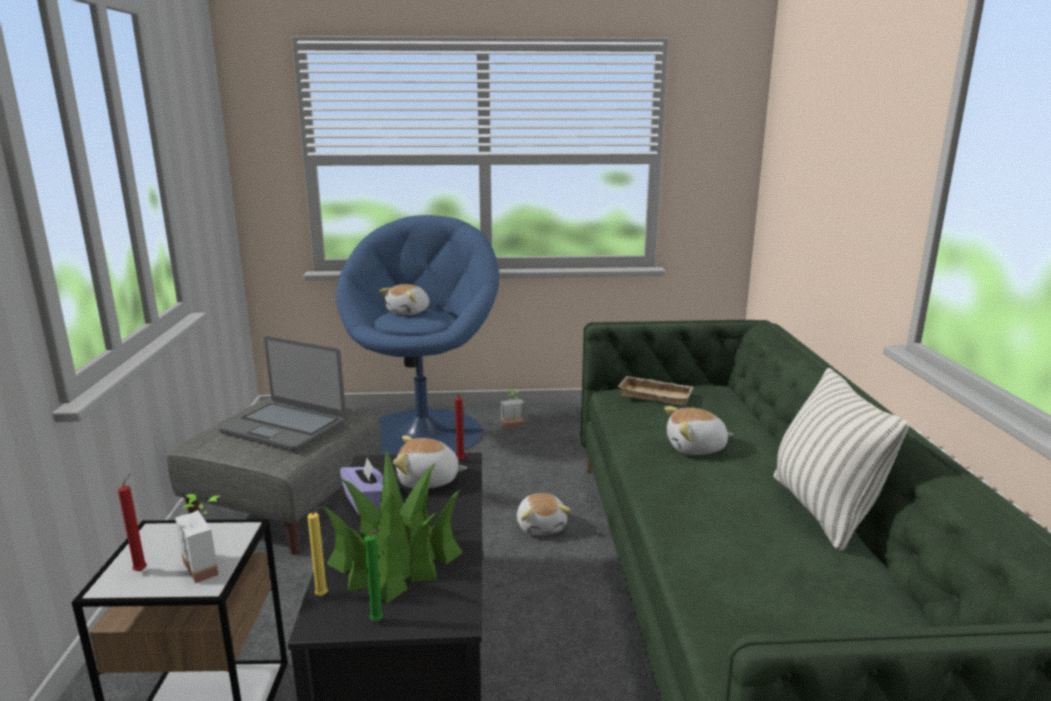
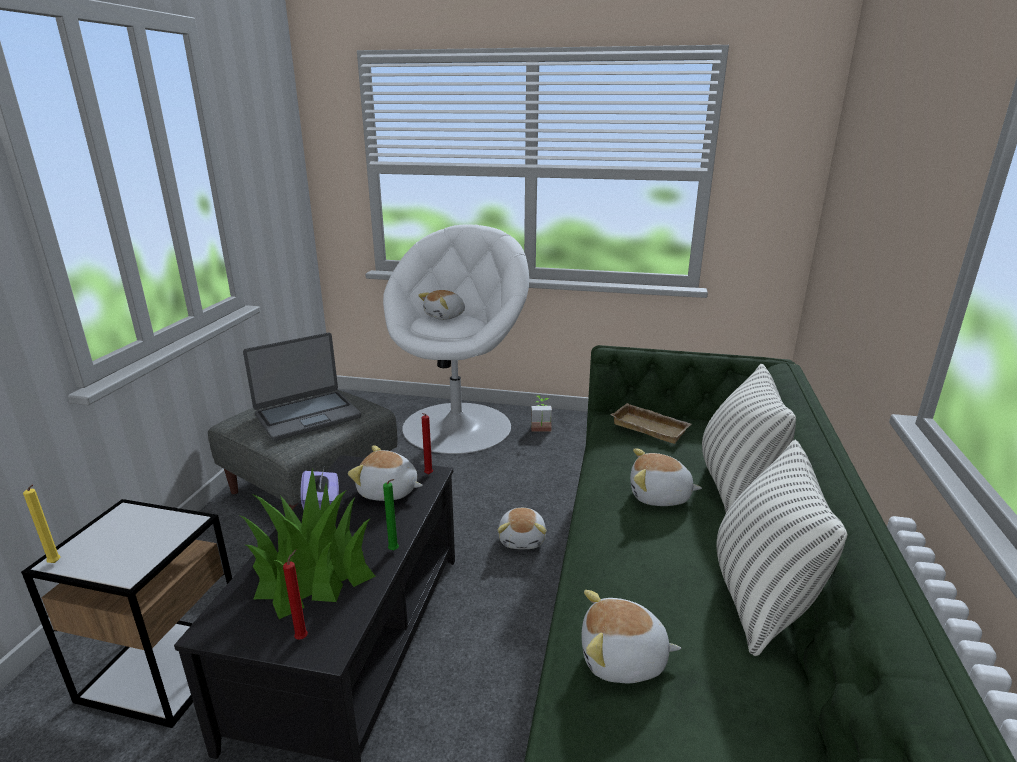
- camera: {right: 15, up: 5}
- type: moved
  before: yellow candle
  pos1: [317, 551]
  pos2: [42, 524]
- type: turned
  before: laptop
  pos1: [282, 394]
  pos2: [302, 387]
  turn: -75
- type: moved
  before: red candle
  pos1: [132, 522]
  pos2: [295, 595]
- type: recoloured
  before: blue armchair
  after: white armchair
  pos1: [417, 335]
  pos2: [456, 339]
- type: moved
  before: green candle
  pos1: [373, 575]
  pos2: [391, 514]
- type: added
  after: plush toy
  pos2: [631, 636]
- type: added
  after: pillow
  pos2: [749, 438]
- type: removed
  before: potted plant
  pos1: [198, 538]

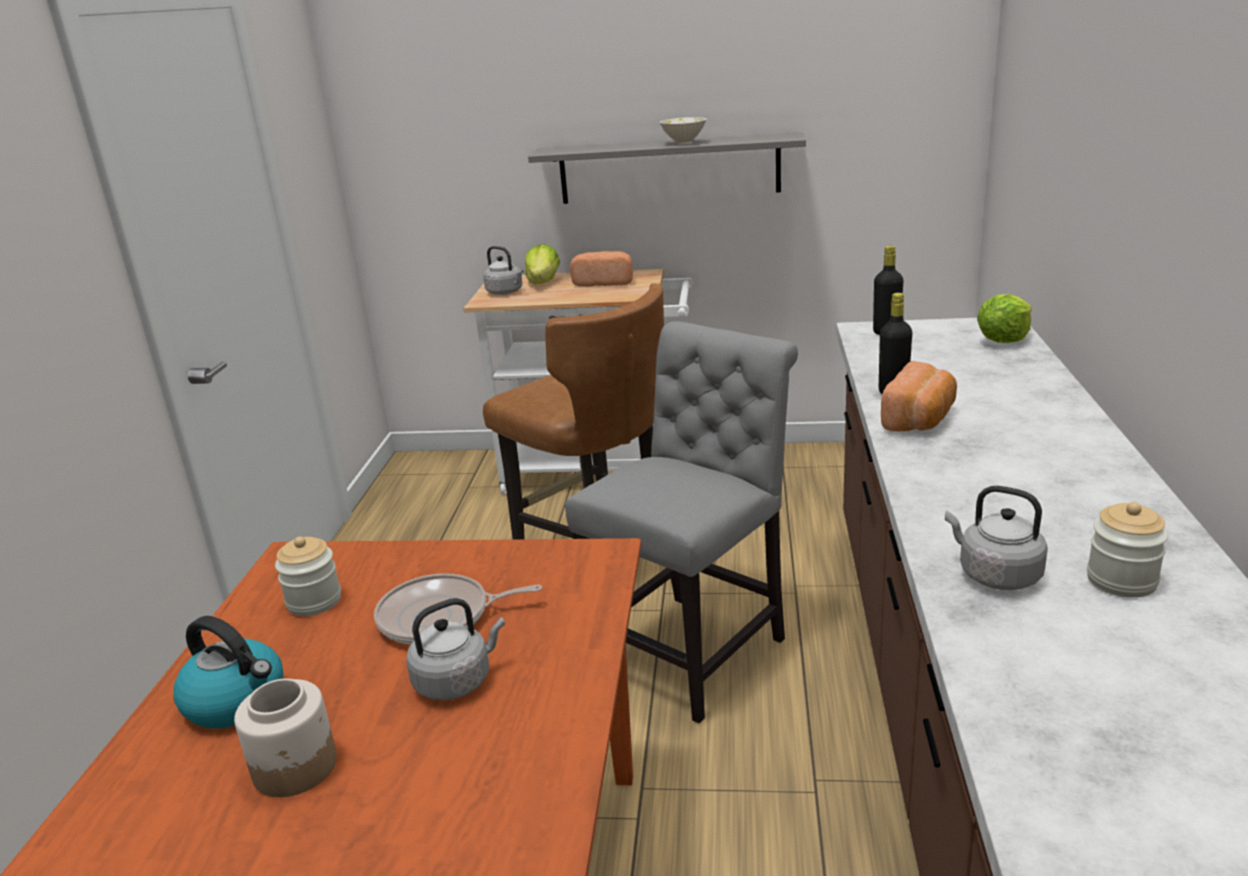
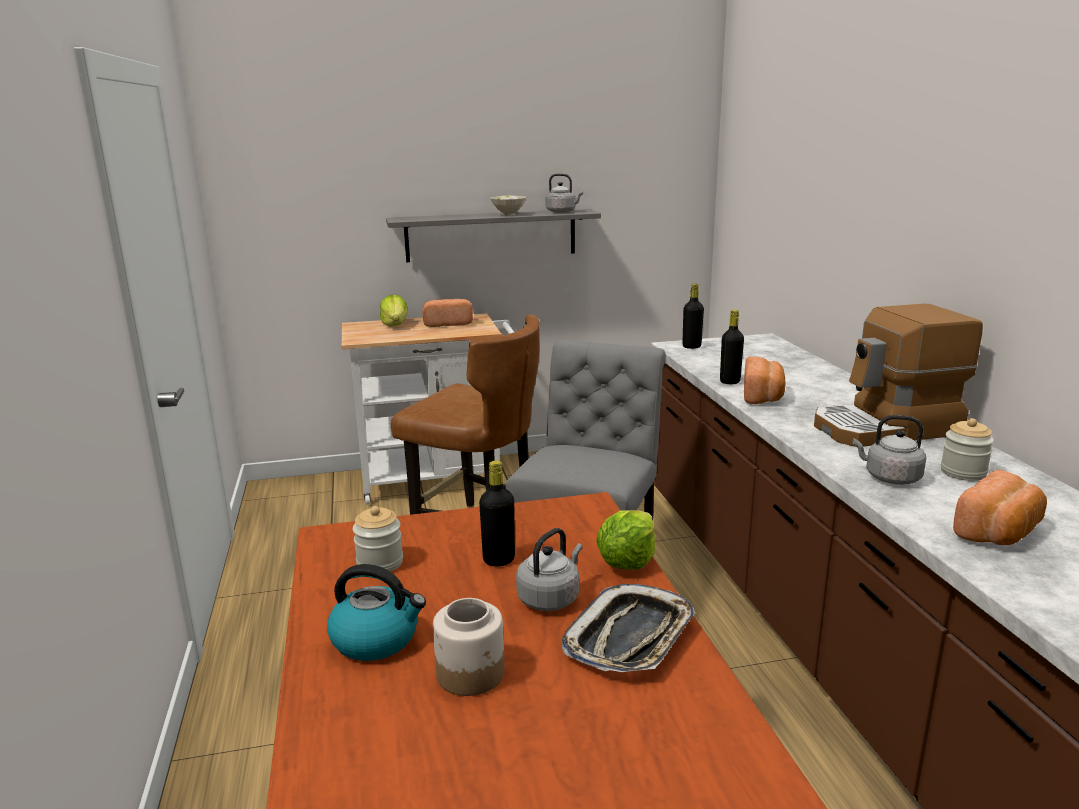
- camera: {right: -20, up: -5}
- type: replaced
  before: frying pan
  after: black bottle
  pos1: [458, 608]
  pos2: [497, 513]
- type: moved
  before: grey kettle
  pos1: [503, 270]
  pos2: [564, 193]
- type: added
  after: tray
  pos2: [628, 628]
- type: moved
  before: lettuce
  pos1: [1004, 318]
  pos2: [626, 540]
- type: added
  after: coffee machine
  pos2: [898, 375]
- type: added
  after: bread
  pos2: [1000, 507]

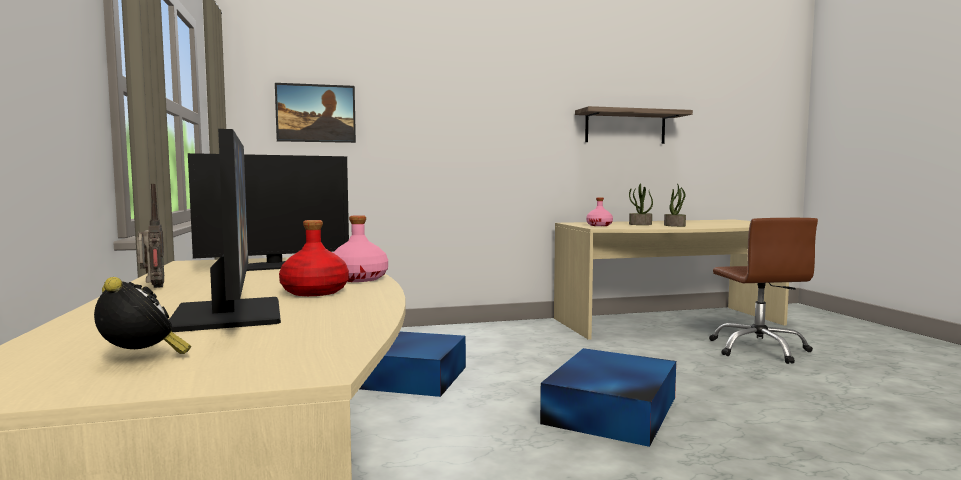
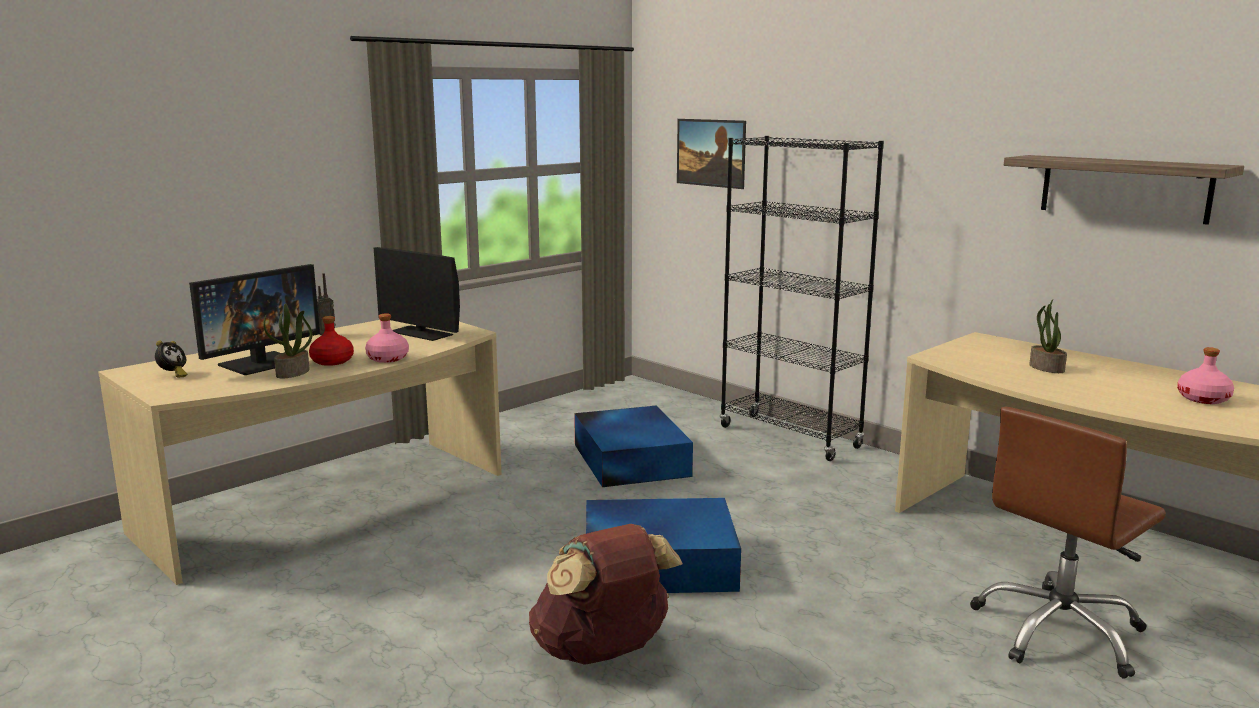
- camera: {right: 60, up: 10}
- type: moved
  before: potted plant
  pos1: [675, 205]
  pos2: [287, 341]
- type: added
  after: brown backpack
  pos2: [606, 594]
- type: added
  after: black bookcase
  pos2: [802, 298]
- type: moved
  before: pink bottle
  pos1: [599, 211]
  pos2: [1205, 375]

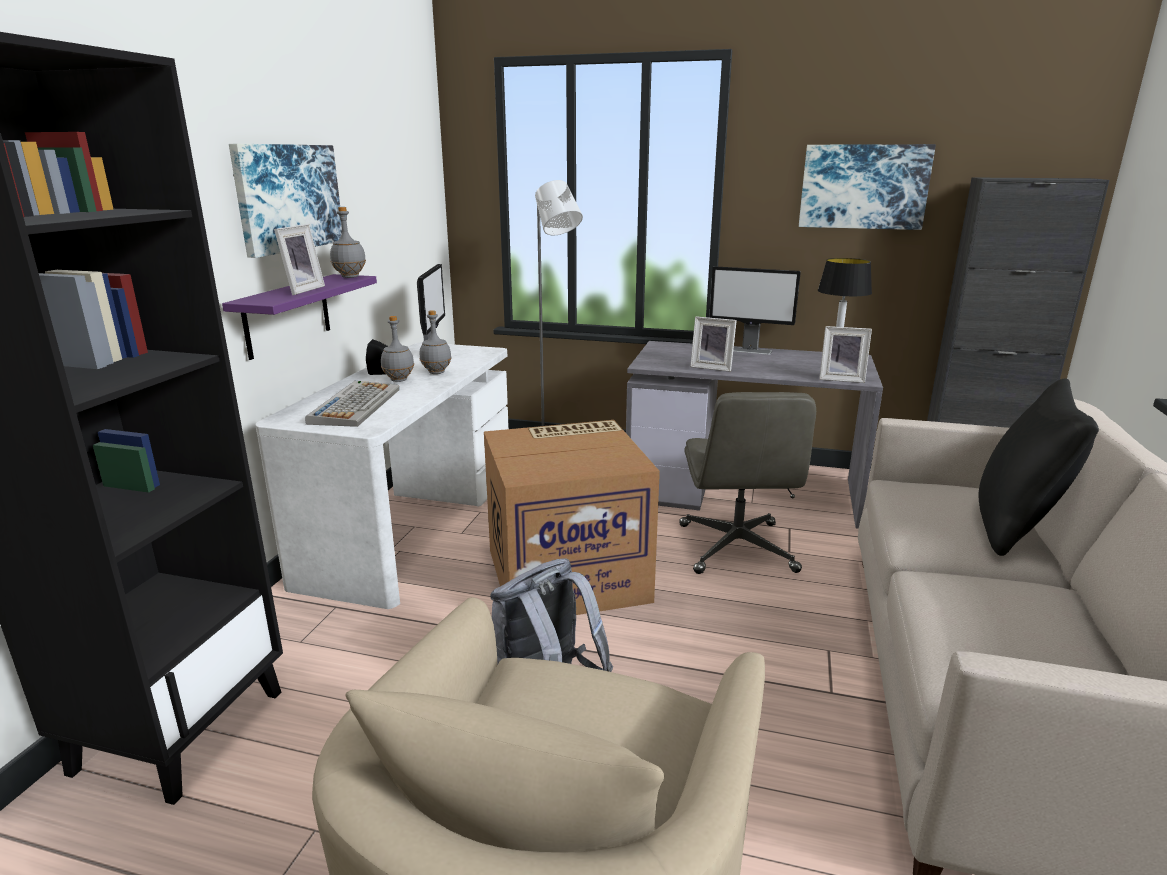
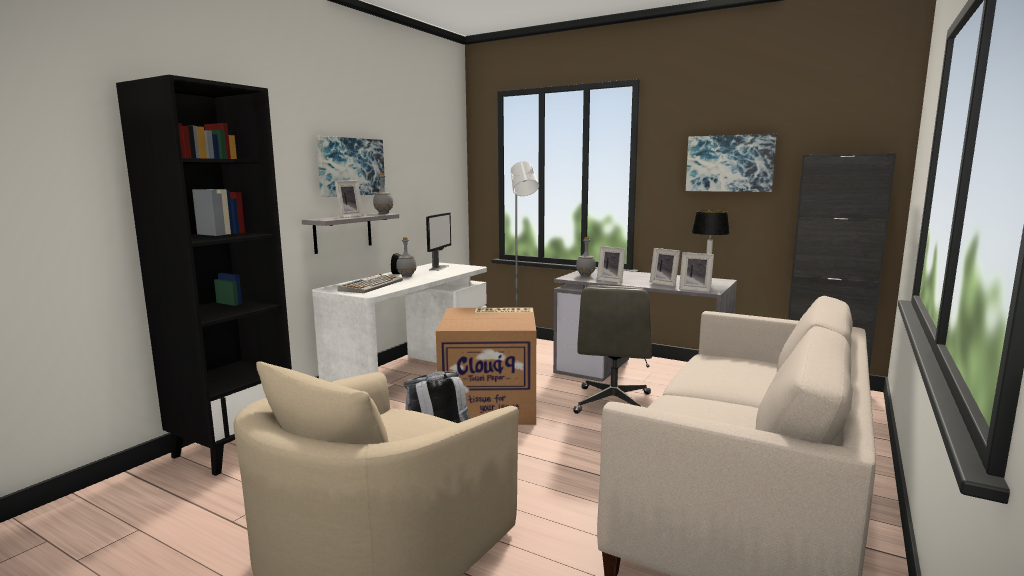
- camera: {right: 15, up: -10}
- type: recoloured
  before: purple shelf
  after: grey shelf
  pos1: [299, 317]
  pos2: [350, 233]
- type: moved
  before: grey bottle
  pos1: [435, 342]
  pos2: [586, 257]
- type: added
  after: picture frame
  pos2: [665, 267]
- type: removed
  before: monitor
  pos1: [755, 310]
- type: removed
  before: black pillow
  pos1: [1039, 467]

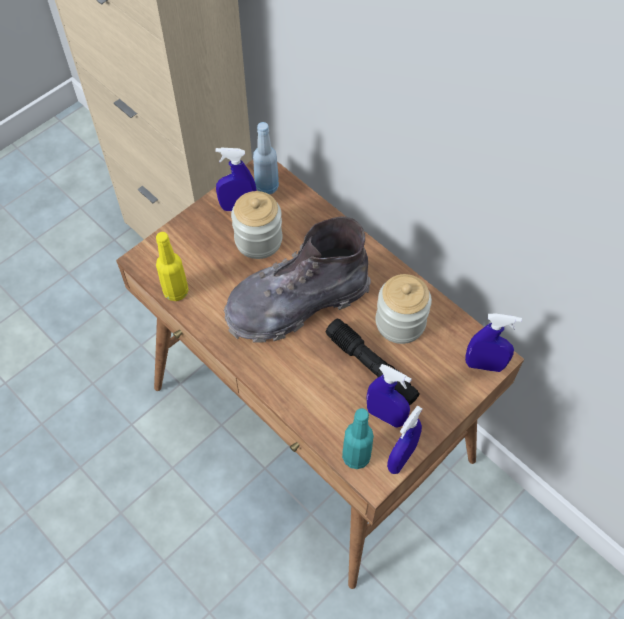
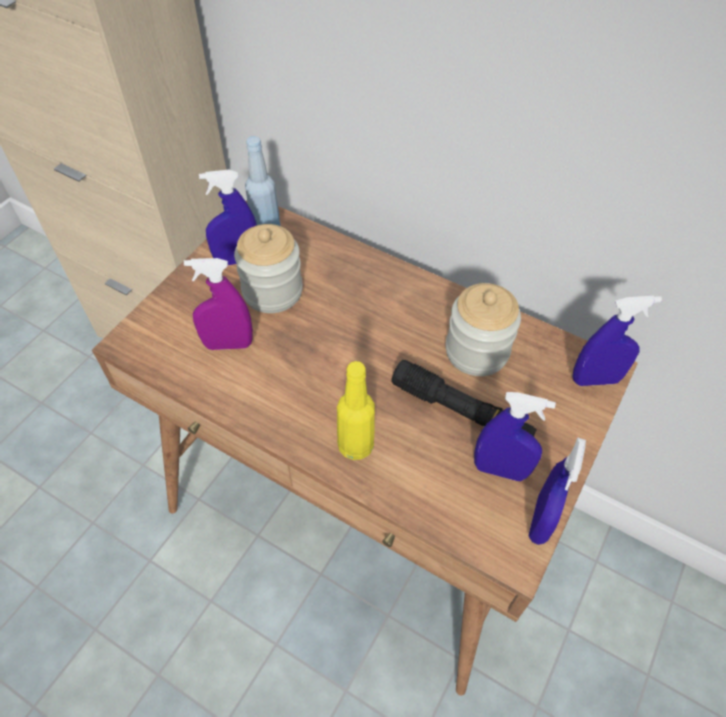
- camera: {right: -15, up: -5}
- type: added
  after: purple spray bottle
  pos2: [218, 304]
- type: moved
  before: yellow bottle
  pos1: [172, 266]
  pos2: [356, 410]
- type: removed
  before: grey boot
  pos1: [297, 279]
- type: removed
  before: turquoise bottle
  pos1: [358, 438]

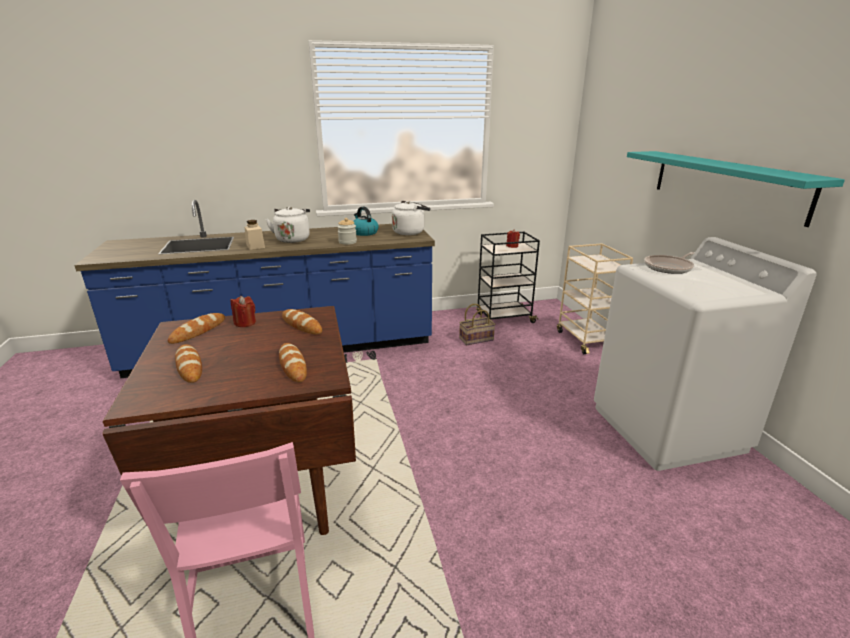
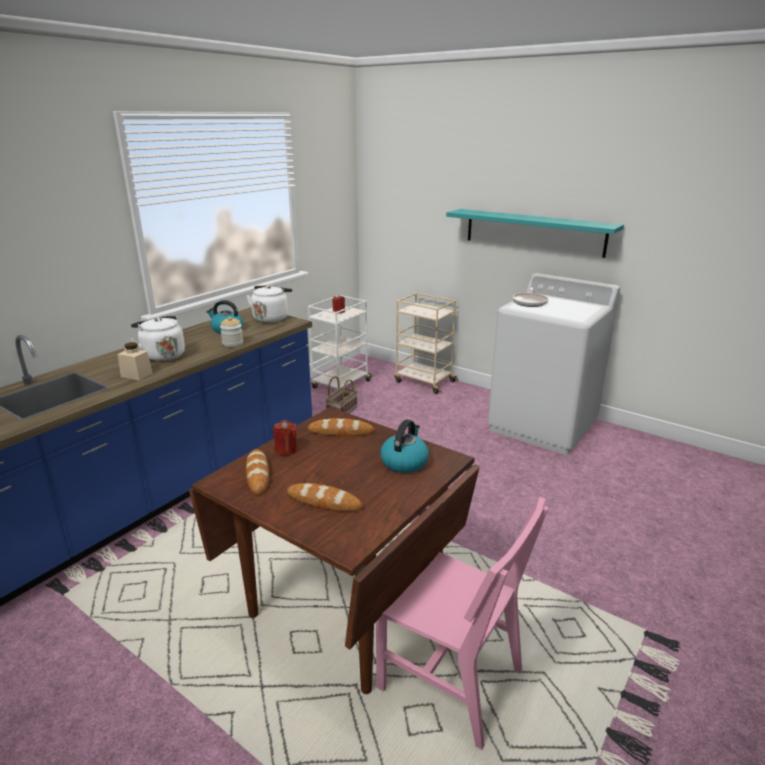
- camera: {right: -40, up: 0}
- type: recoloured
  before: black cart
  after: white cart
  pos1: [508, 277]
  pos2: [340, 342]
- type: replaced
  before: bread
  after: kettle
  pos1: [293, 362]
  pos2: [404, 446]

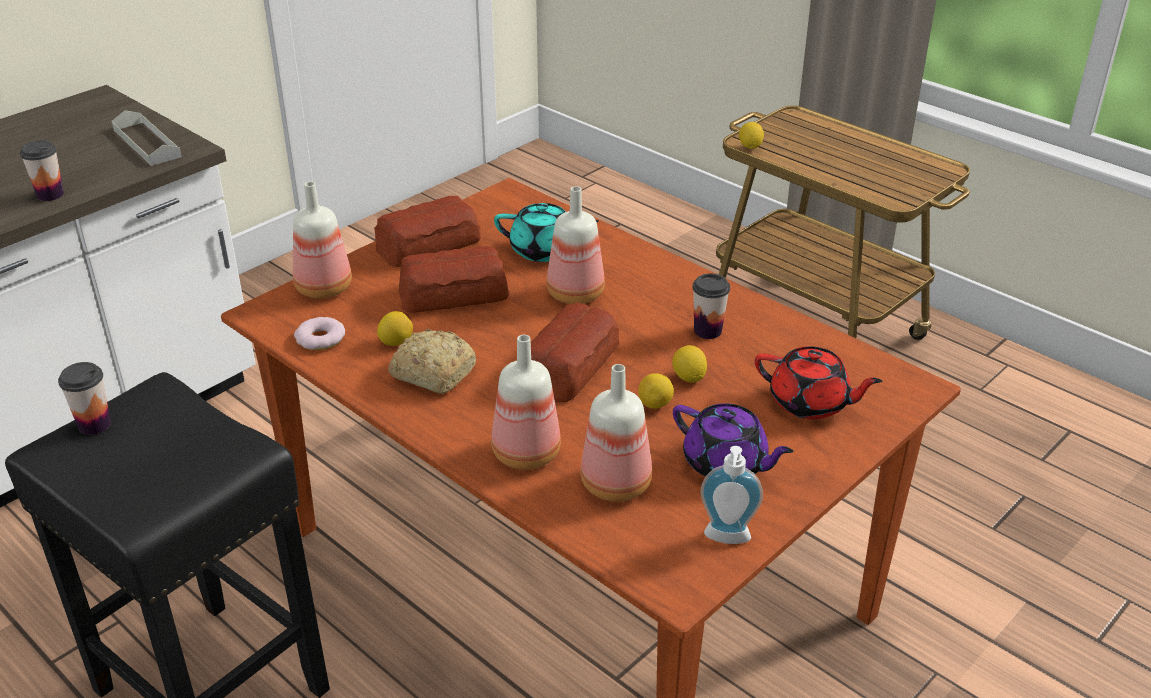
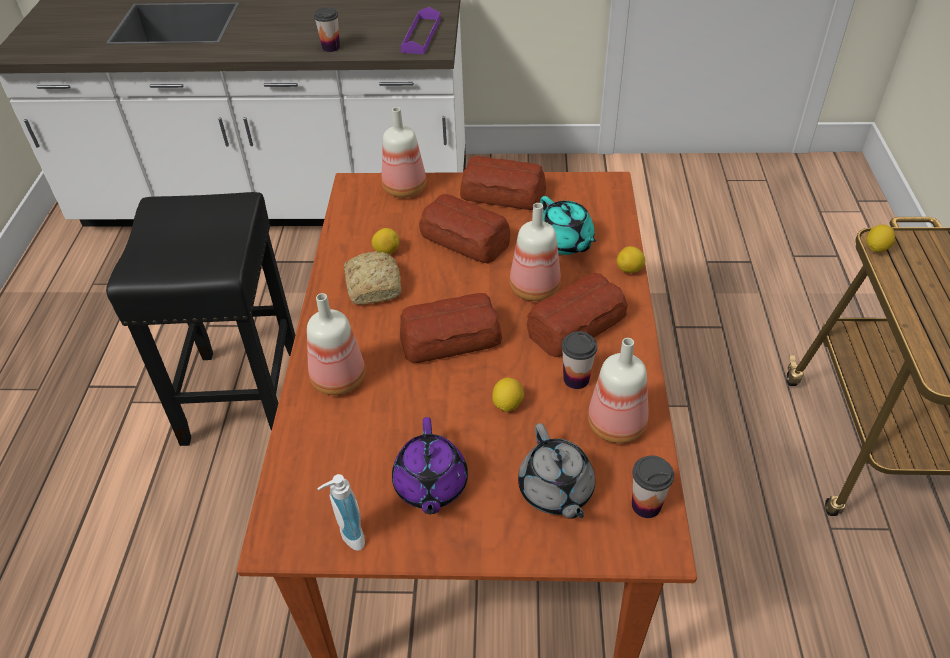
- camera: {right: 50, up: 10}
- type: recoloured
  before: grey tray
  after: purple tray
  pos1: [147, 138]
  pos2: [420, 30]
- type: recoloured
  before: red teapot
  after: grey teapot
  pos1: [818, 382]
  pos2: [556, 471]
- type: added
  after: bread
  pos2: [577, 315]
- type: moved
  before: bottle
  pos1: [616, 433]
  pos2: [618, 390]
- type: moved
  before: lemon
  pos1: [656, 391]
  pos2: [631, 259]
- type: moved
  before: cup
  pos1: [84, 398]
  pos2: [653, 487]
- type: removed
  before: donut
  pos1: [319, 333]

